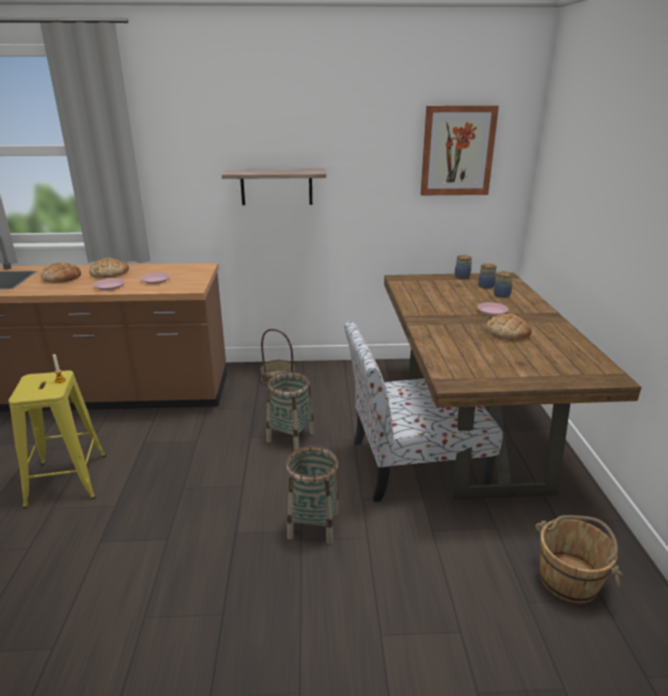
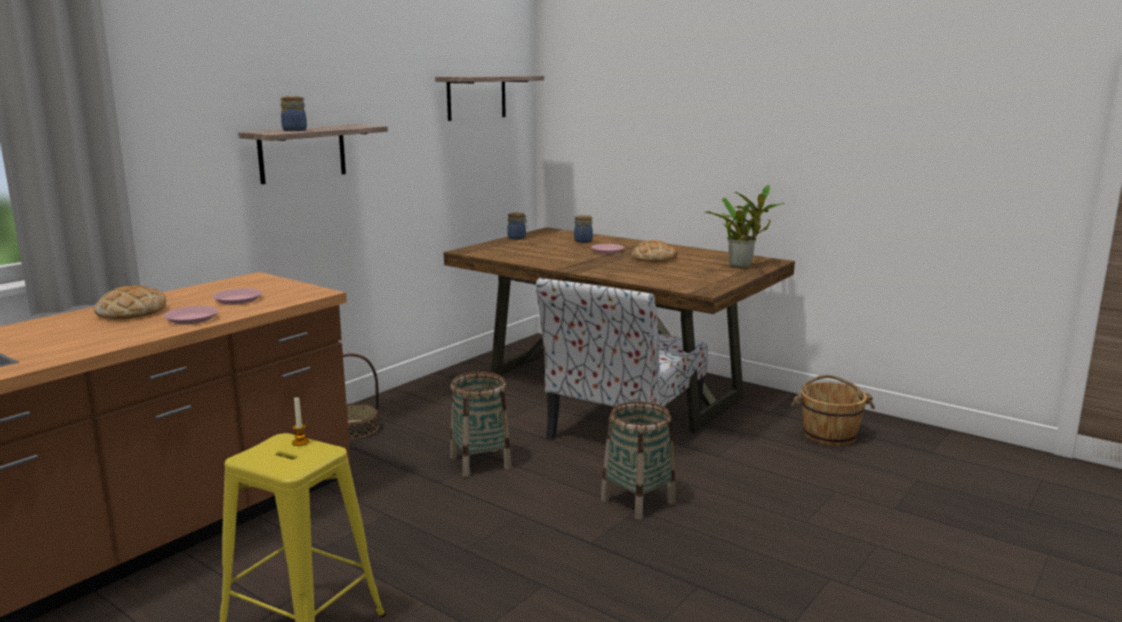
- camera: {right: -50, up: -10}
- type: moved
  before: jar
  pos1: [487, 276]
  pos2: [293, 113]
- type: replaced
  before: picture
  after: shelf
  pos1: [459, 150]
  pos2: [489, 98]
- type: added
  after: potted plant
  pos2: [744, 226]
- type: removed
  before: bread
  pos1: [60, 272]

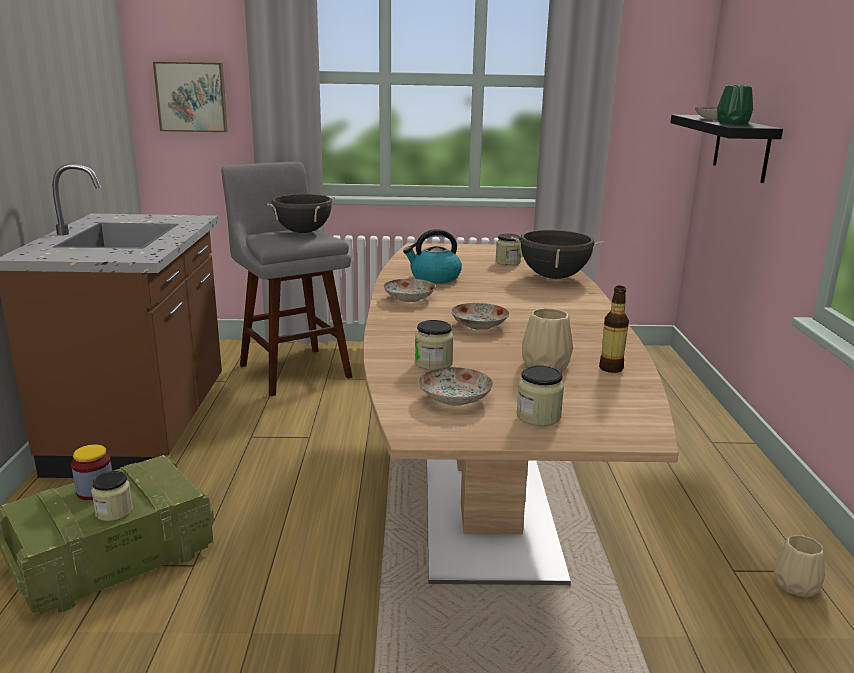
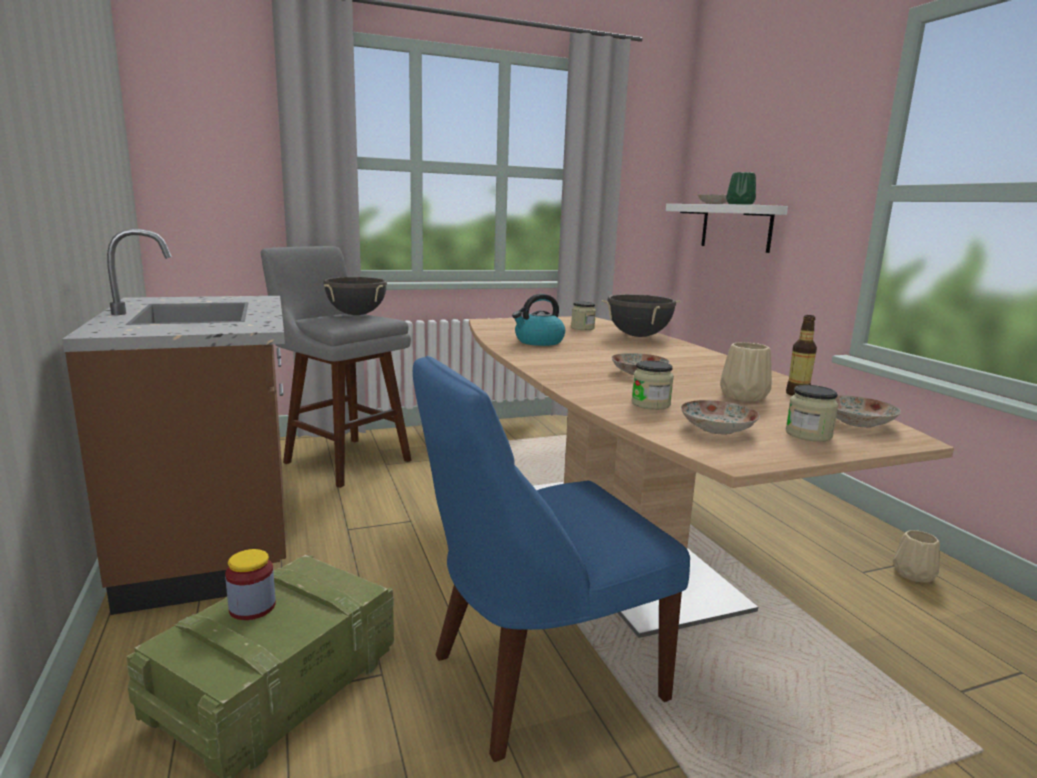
- camera: {right: -20, up: -5}
- type: added
  after: blue chair
  pos2: [551, 559]
- type: recoloured
  before: black shelf
  after: white shelf
  pos1: [726, 149]
  pos2: [727, 228]
- type: moved
  before: plate
  pos1: [409, 290]
  pos2: [868, 411]
- type: removed
  before: jar
  pos1: [112, 496]
- type: removed
  before: picture
  pos1: [190, 97]

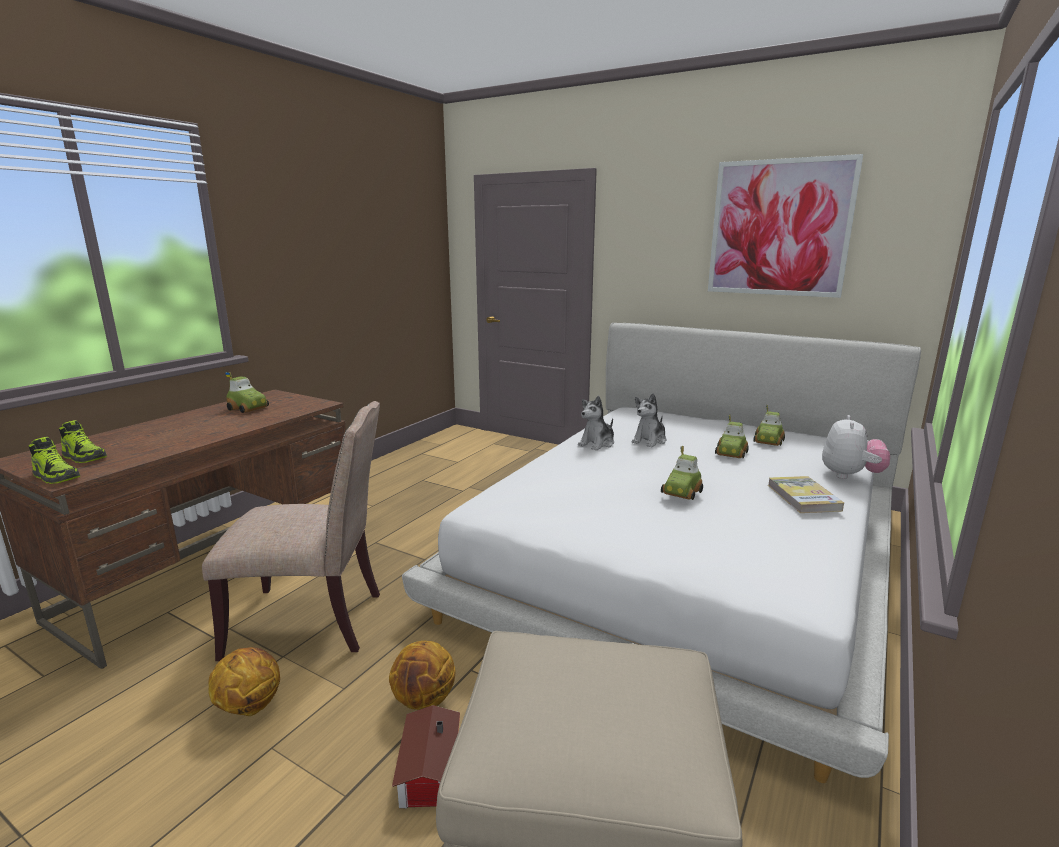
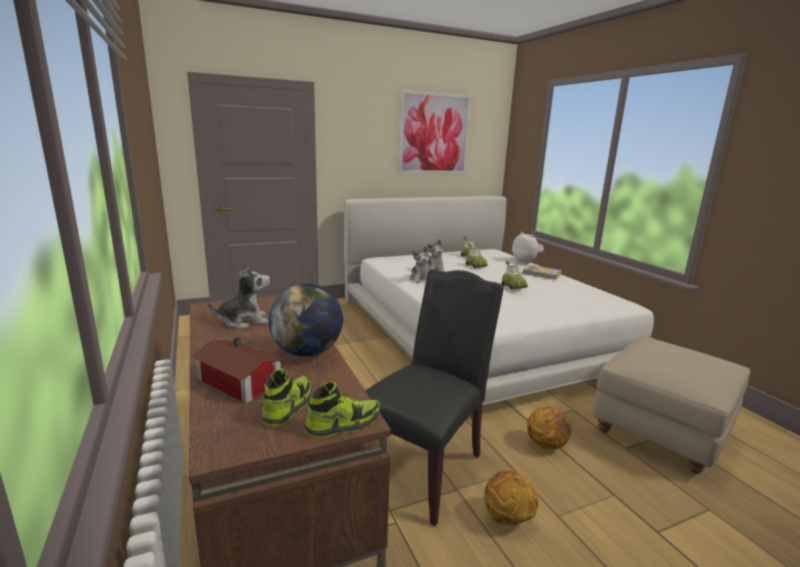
- camera: {right: -55, up: 0}
- type: moved
  before: toy house
  pos1: [426, 756]
  pos2: [237, 370]
- type: replaced
  before: toy car
  after: plush toy
  pos1: [247, 392]
  pos2: [239, 295]
- type: turned
  before: shoe
  pos1: [83, 441]
  pos2: [287, 398]
  turn: -45
- type: added
  after: globe
  pos2: [305, 320]
- type: recoloured
  before: beige chair
  after: black chair
  pos1: [291, 531]
  pos2: [434, 397]

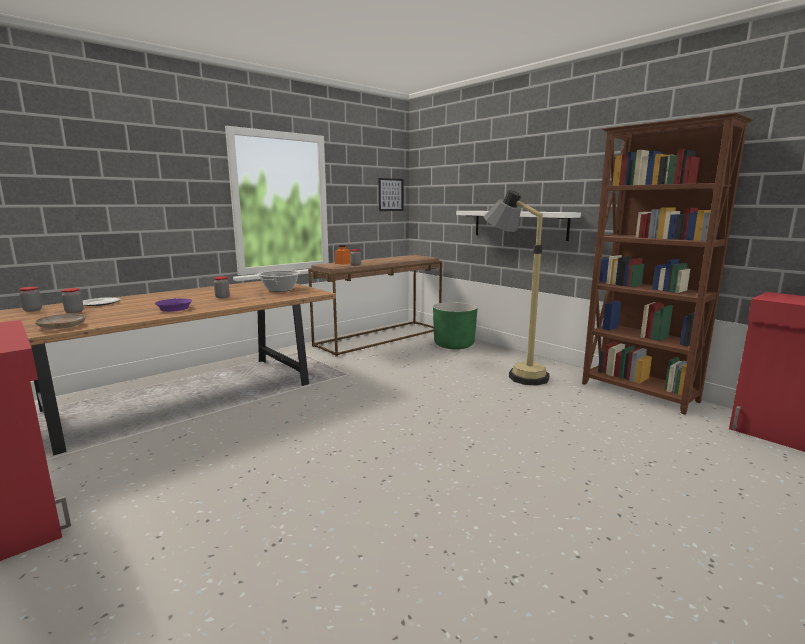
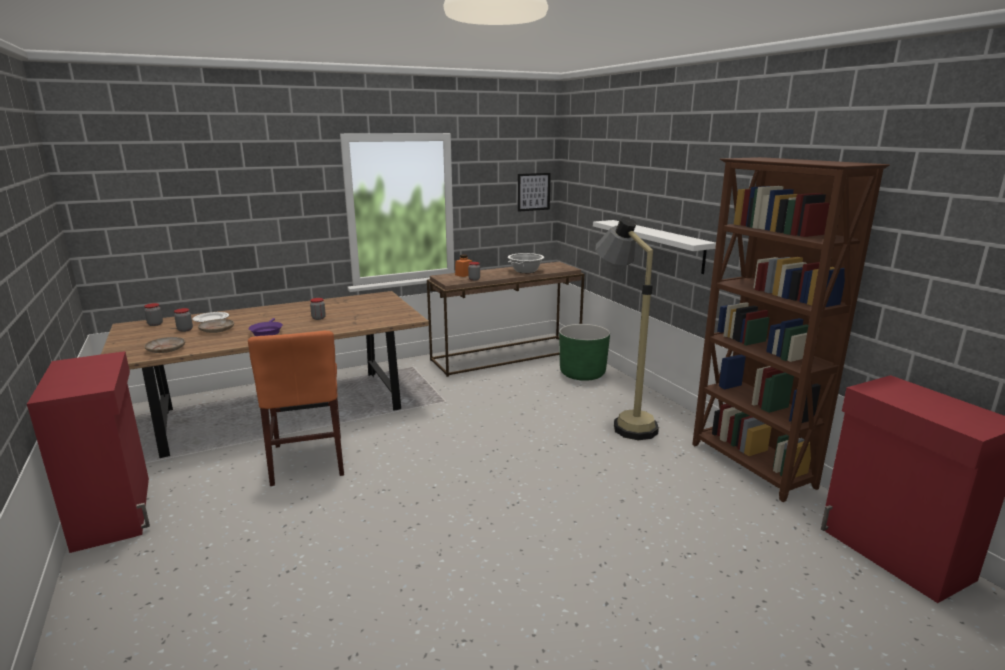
- camera: {right: 15, up: 5}
- type: added
  after: beige plate
  pos2: [216, 326]
- type: added
  after: orange chair
  pos2: [296, 408]
- type: moved
  before: cooking pot
  pos1: [279, 281]
  pos2: [526, 263]

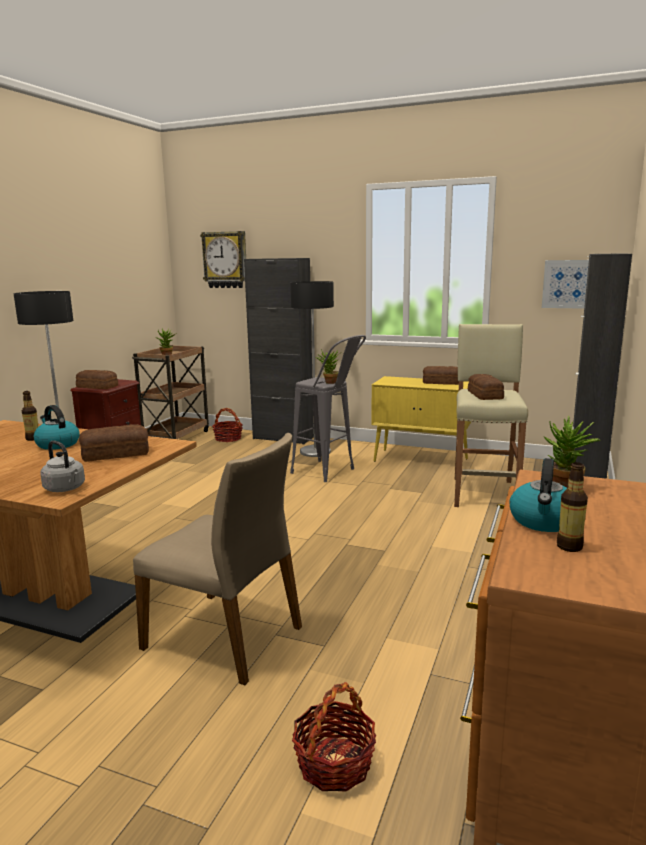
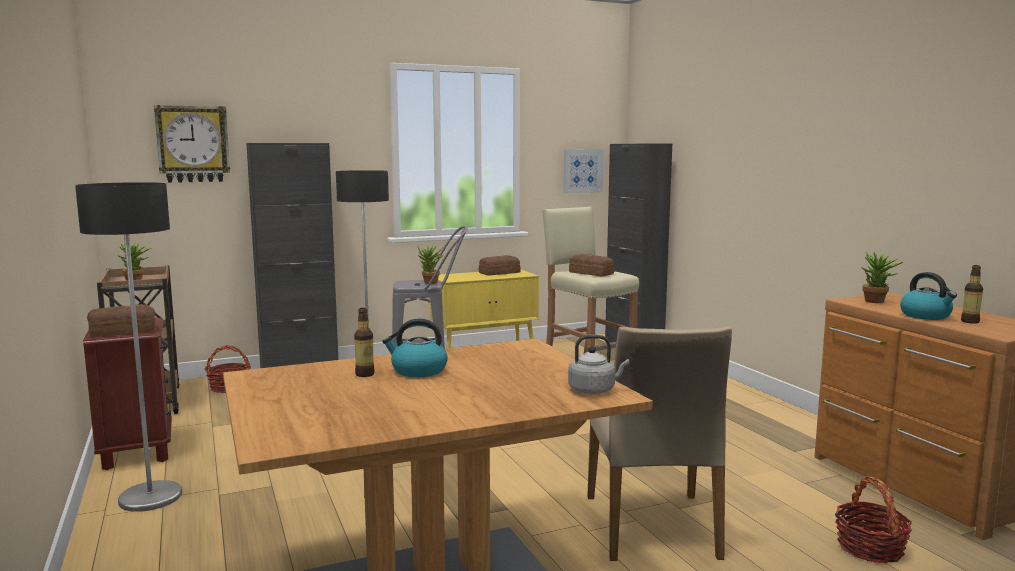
- camera: {right: -45, up: -5}
- type: turned
  before: beige chair
  pos1: [217, 559]
  pos2: [659, 443]
  turn: 105
- type: removed
  before: bread
  pos1: [114, 443]

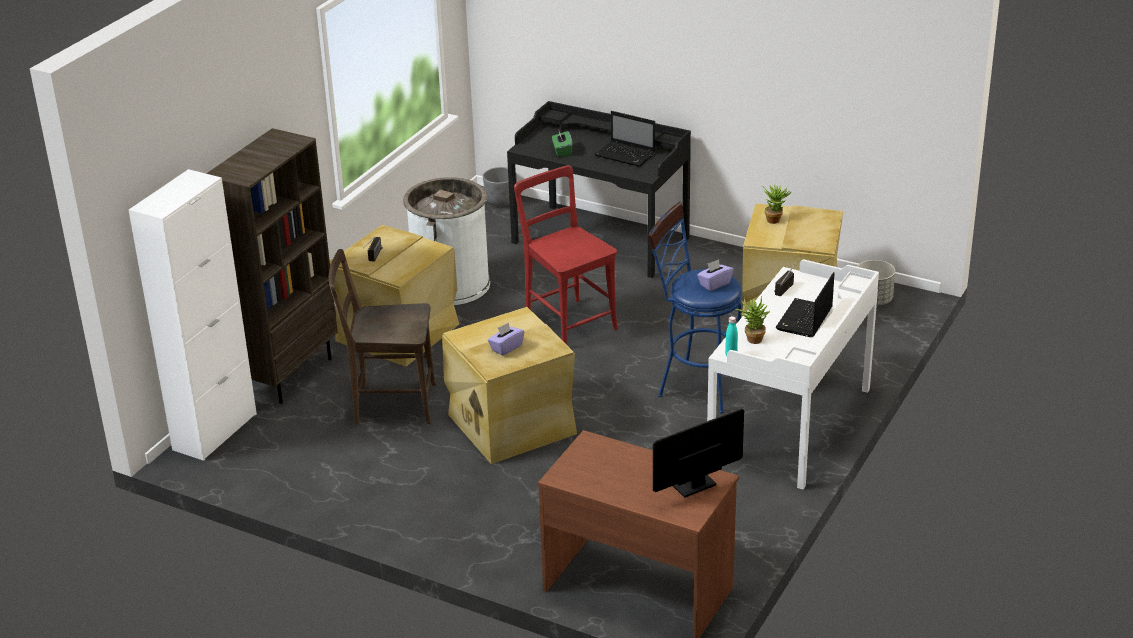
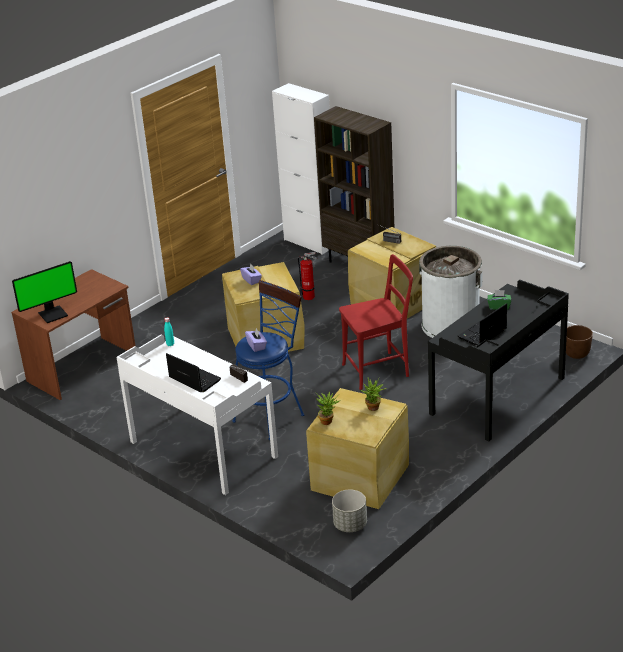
- camera: {right: 105, up: 0}
- type: turned
  before: monitor
  pos1: [698, 453]
  pos2: [44, 292]
  turn: 75
- type: replaced
  before: brown chair
  after: fire extinguisher
  pos1: [382, 336]
  pos2: [307, 276]
- type: moved
  before: potted plant
  pos1: [753, 319]
  pos2: [327, 408]
- type: recoloured
  before: grey planter
  after: brown planter
  pos1: [500, 186]
  pos2: [579, 342]

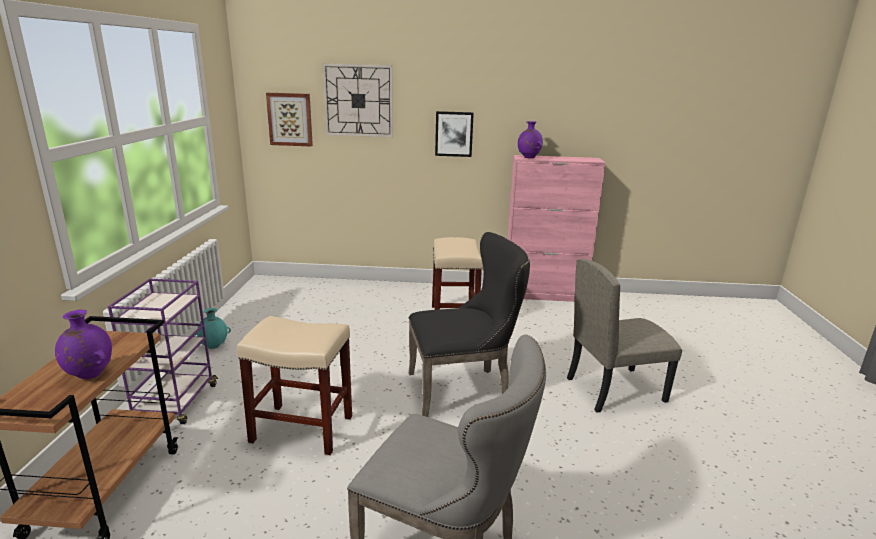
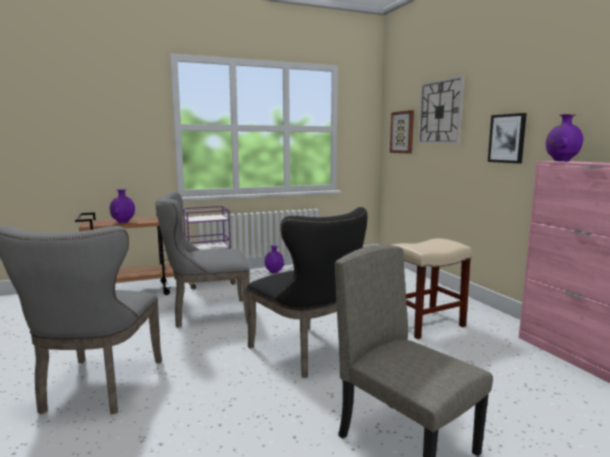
- camera: {right: 65, up: -10}
- type: replaced
  before: beige stool
  after: grey chair
  pos1: [294, 386]
  pos2: [202, 260]
- type: recoloured
  before: turquoise vase
  after: purple vase
  pos1: [212, 328]
  pos2: [274, 259]

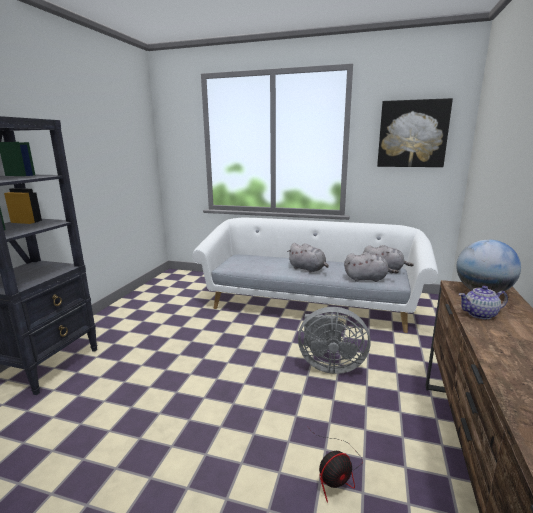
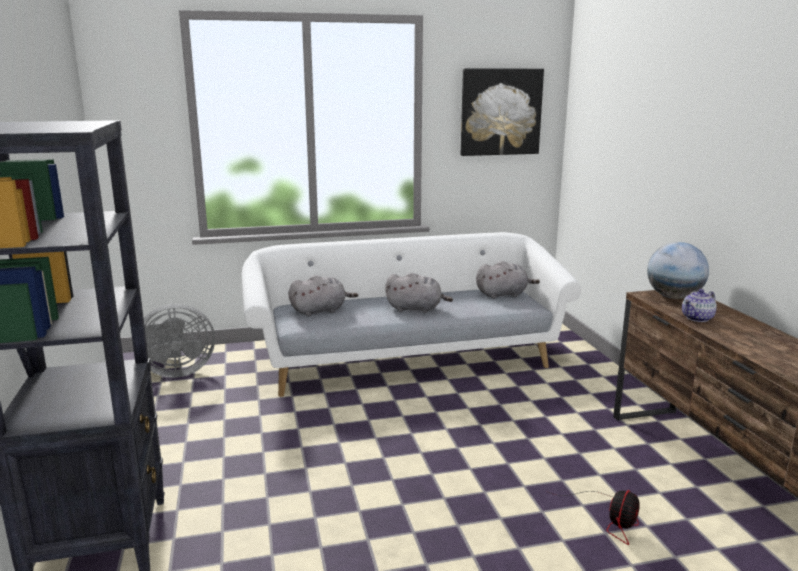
- camera: {right: -30, up: 0}
- type: moved
  before: grey fan
  pos1: [334, 340]
  pos2: [179, 341]
- type: moved
  before: grey plush toy
  pos1: [371, 267]
  pos2: [323, 295]

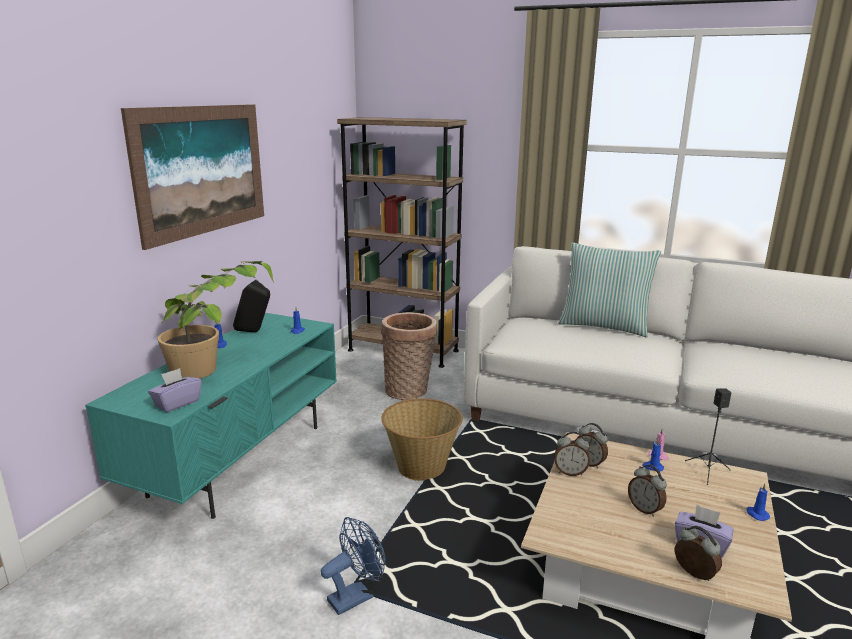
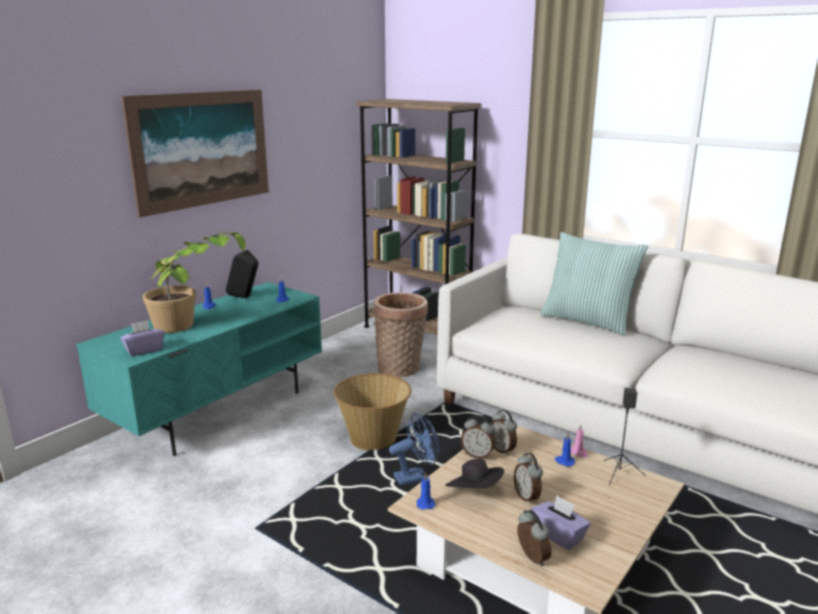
- camera: {right: 15, up: 0}
- type: moved
  before: blue fan
  pos1: [353, 566]
  pos2: [414, 449]
- type: moved
  before: blue candle
  pos1: [758, 502]
  pos2: [426, 491]
- type: added
  after: black hat
  pos2: [474, 473]

